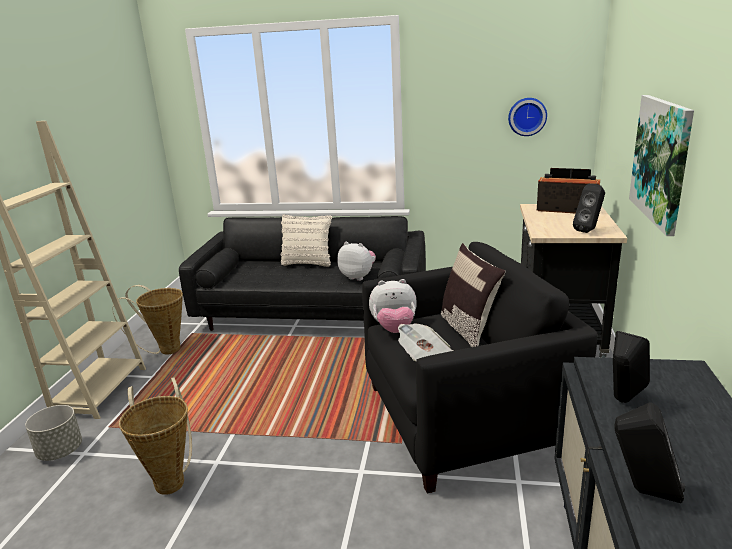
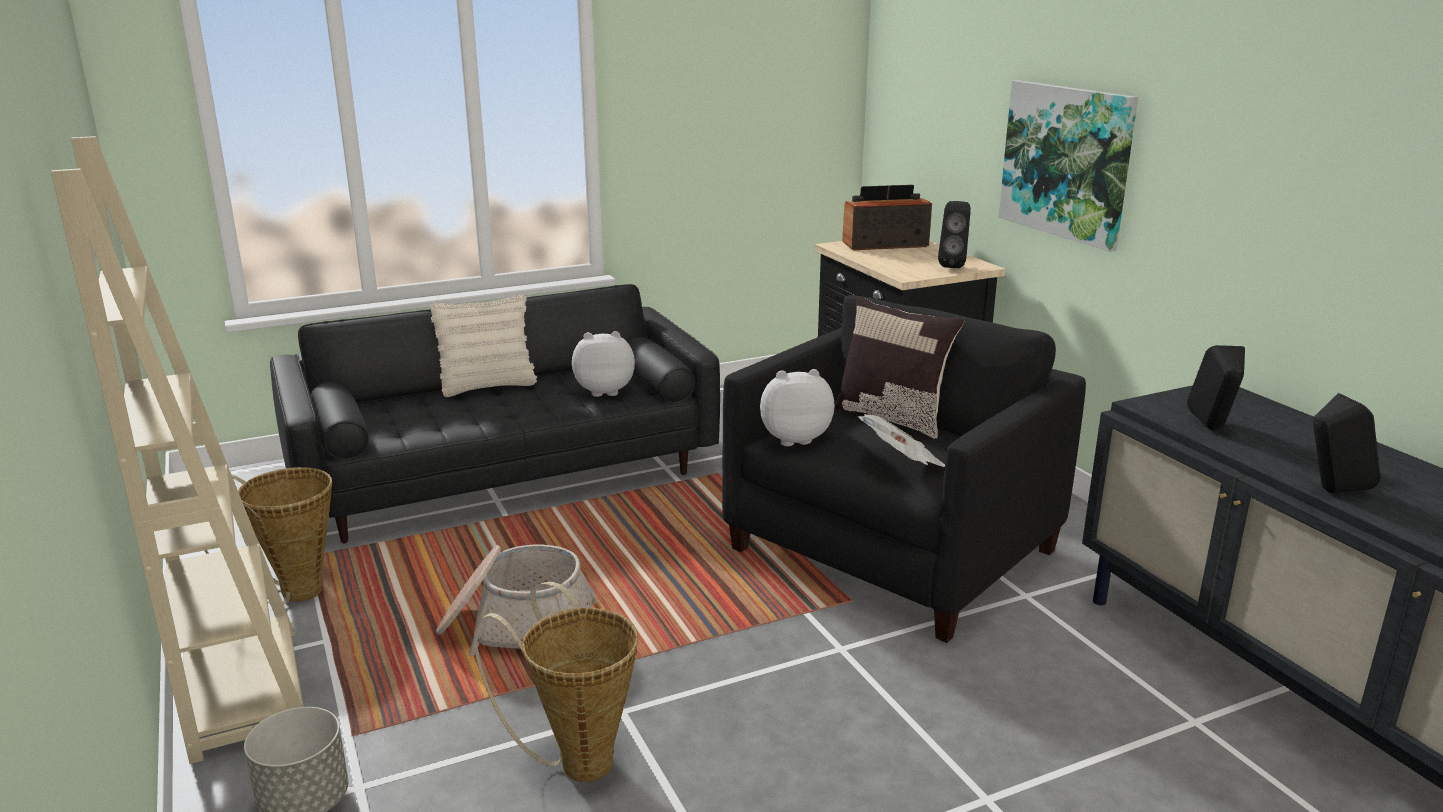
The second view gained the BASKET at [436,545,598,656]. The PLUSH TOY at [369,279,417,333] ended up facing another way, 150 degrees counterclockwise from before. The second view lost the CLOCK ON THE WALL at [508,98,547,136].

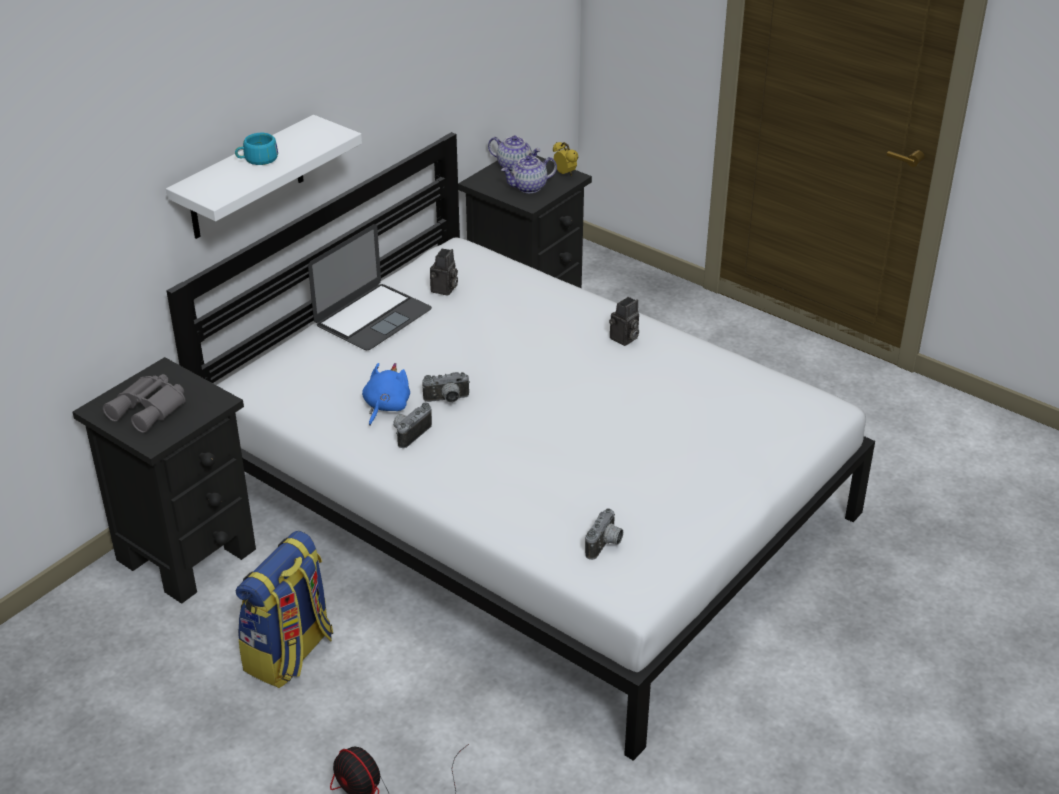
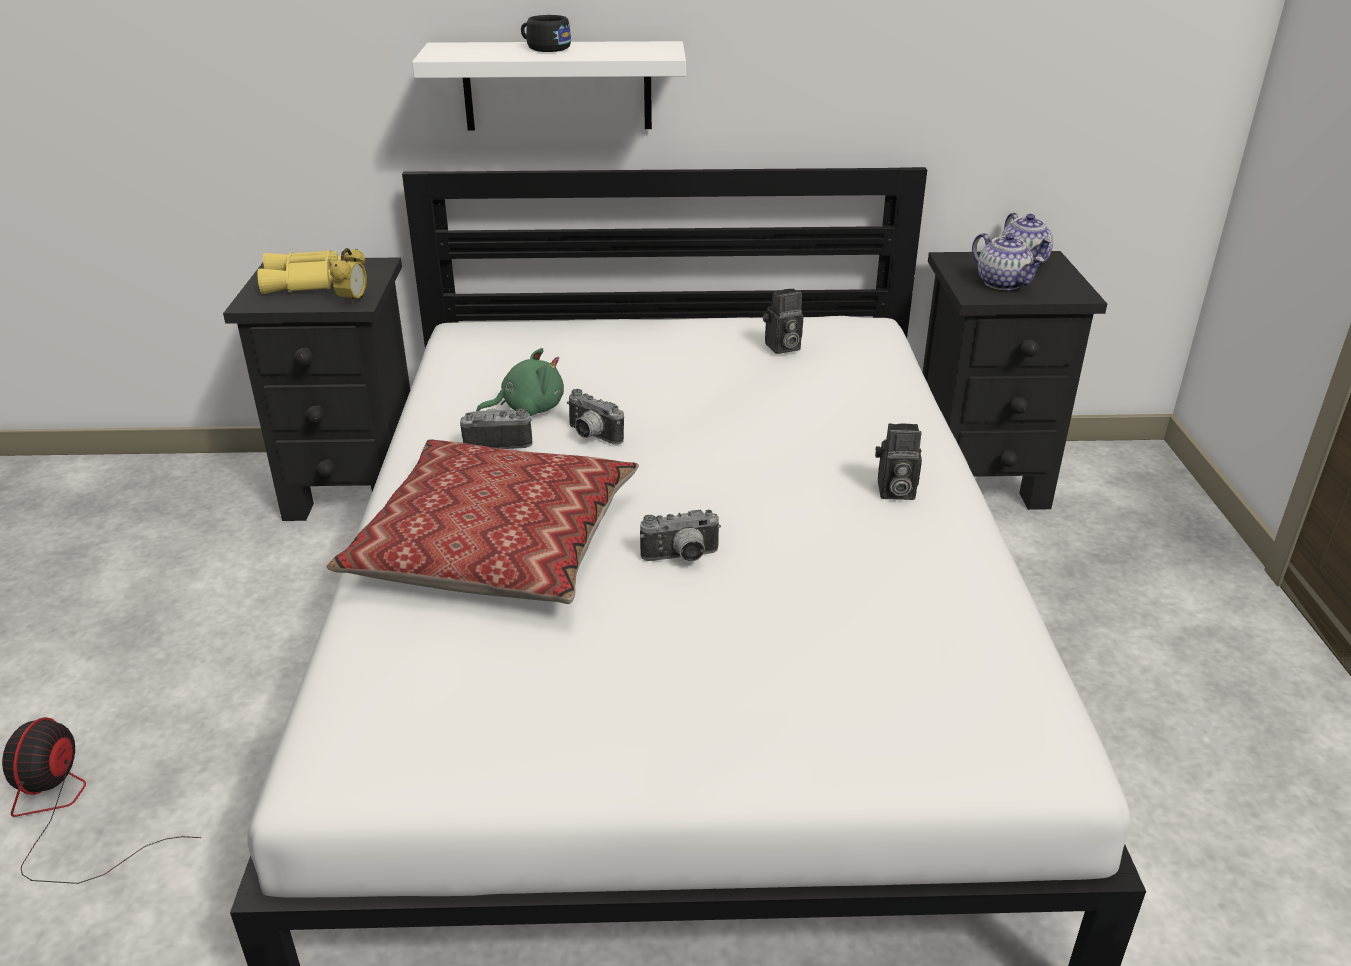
What was the GREYISH PAIR OF BINOCULARS at [103,374,185,433] turned into the YELLOWISH PAIR OF BINOCULARS at [257,250,341,294]. The second view gained the CUSHION at [326,439,639,604]. The TABLE CLOCK ended up elsewhere, having gone from [553,142,578,176] to [330,248,367,305]. What was the BLUE-COLOURED PLUSH TOY at [362,363,410,426] turned into the GREENISH PLUSH TOY at [476,348,564,416]. What was the BLUE-GREEN CUP at [235,133,278,165] turned into the BLACK CUP at [521,15,571,52]. The PHOTO CAMERA ended up elsewhere, having gone from [585,508,623,560] to [640,510,721,562]. The POT FOR TEA at [501,155,557,193] ended up facing another way, 150 degrees counterclockwise from before. The second view lost the KNAPSACK at [236,531,333,688]. The second view lost the NOTEBOOK COMPUTER at [308,224,432,350].

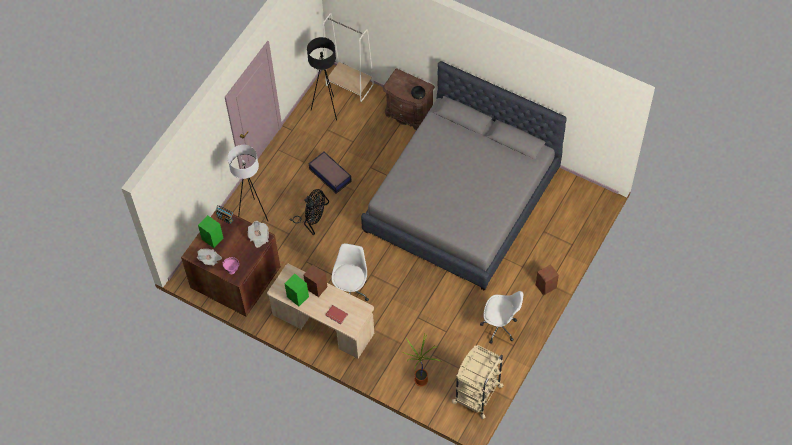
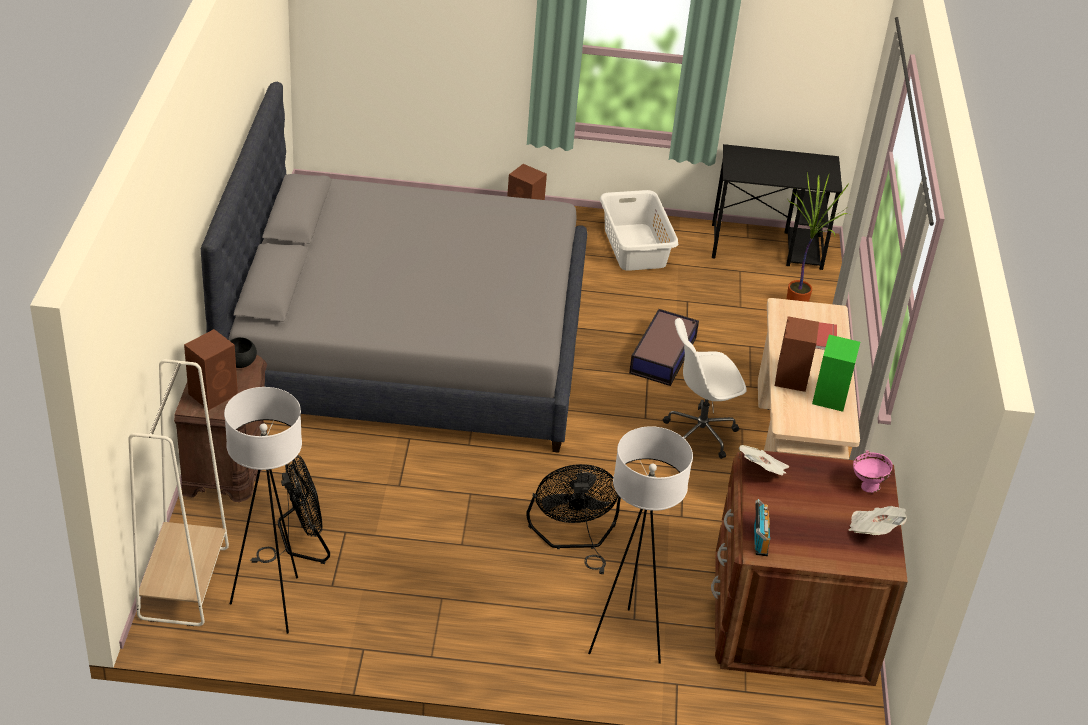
The second view gained the BROWNISH LOUDSPEAKER at [184,329,238,410]. What was the BLACK STANDING LAMP at [307,37,337,120] turned into the WHITE STANDING LAMP at [224,387,302,634]. The second view gained the BLACK FAN at [250,455,330,564]. Where the WHITE COMPUTER CHAIR stood at [480,291,523,344], the WHITE HAMPER came to stand at [600,190,678,271]. The STORAGE BOX ended up elsewhere, having gone from [309,152,352,194] to [629,309,699,386]. Where the BEIGE TROLLEY stood at [452,345,503,419], the BLACK DESK TABLE came to stand at [712,144,842,270]. The second view lost the GREENISH LOUDSPEAKER at [198,215,223,248].

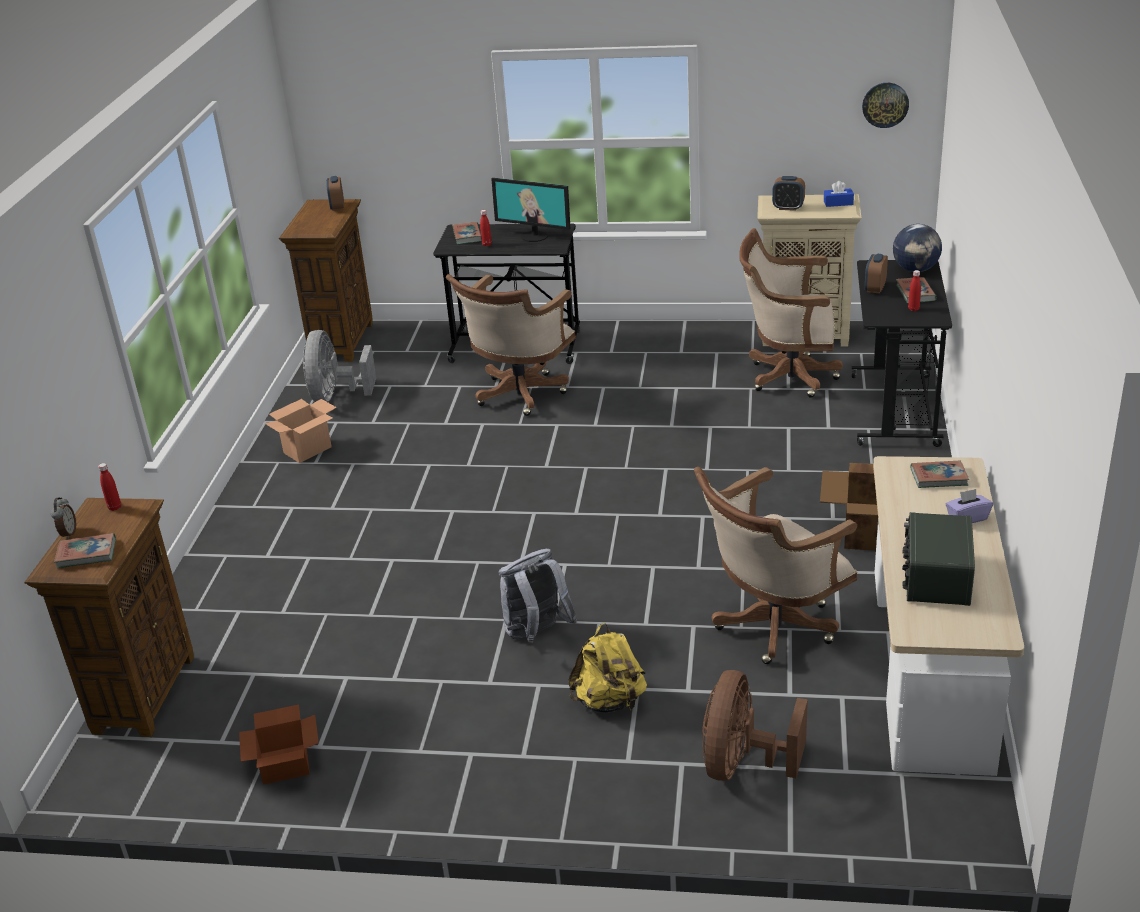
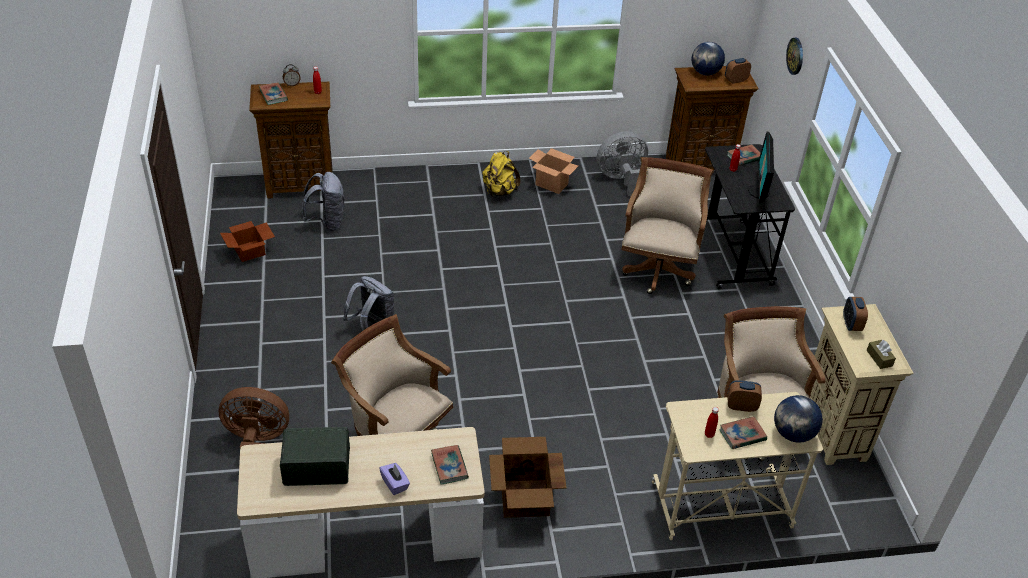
The second view gained the GREYISH KNAPSACK at [302,172,344,231]. The YELLOWISH KNAPSACK ended up elsewhere, having gone from [568,623,647,713] to [482,151,520,197]. The COMPUTER CHAIR at [446,274,576,416] ended up facing another way, 90 degrees clockwise from before. What was the BLACK DESK TABLE at [852,260,952,447] turned into the BEIGE DESK TABLE at [652,392,823,540]. The second view gained the GLOBE at [691,42,725,76]. The CLOCK ON THE WALL ended up elsewhere, having gone from [862,83,909,128] to [786,38,803,75]. What was the BLUE-COLOURED TISSUE BOX at [824,181,854,207] turned into the BROWNISH TISSUE BOX at [866,340,896,369].

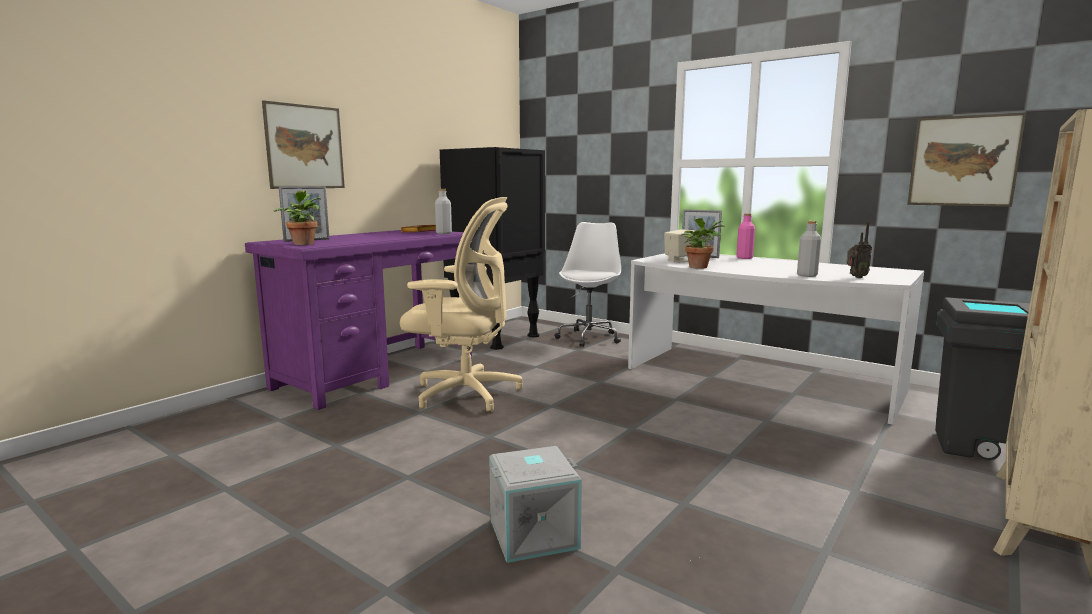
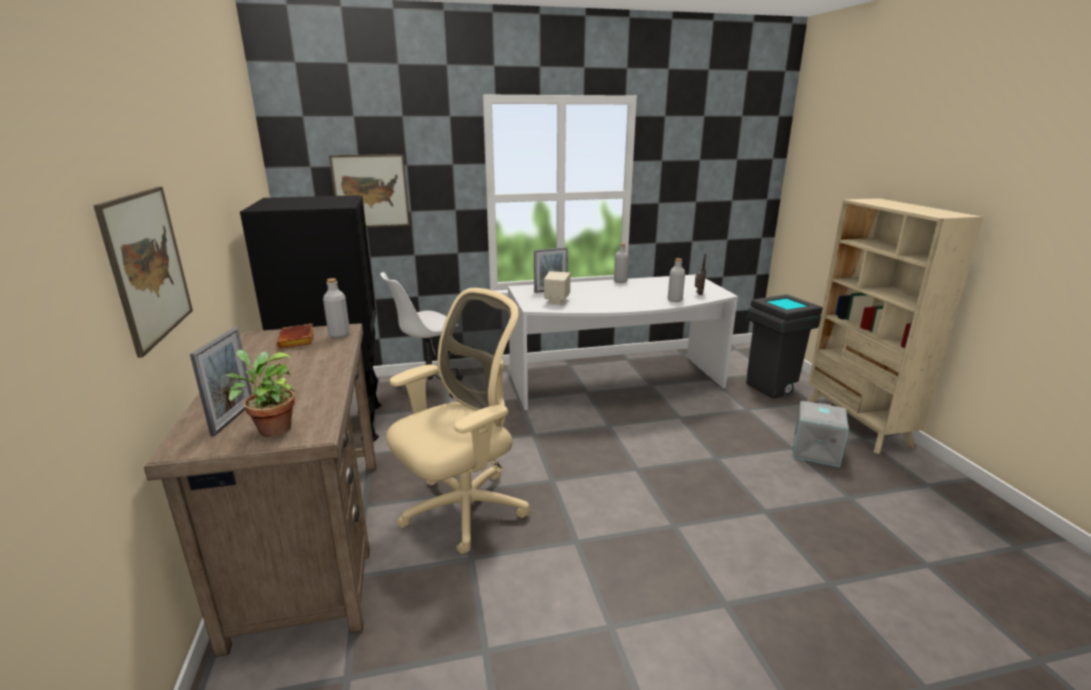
What was the PURPLISH DESK TABLE at [245,230,472,410] turned into the BROWNISH DESK TABLE at [144,323,376,657]. The PICTURE ended up elsewhere, having gone from [907,112,1026,207] to [329,154,410,228]. The WHITE COMPUTER CHAIR at [554,222,621,347] ended up facing another way, 90 degrees counterclockwise from before. The second view gained the GREYISH BEVERAGE BOTTLE at [614,243,629,283]. The GREYISH STORAGE BOX ended up elsewhere, having gone from [489,446,582,563] to [793,401,849,467]. The second view lost the PLANT IN A POT at [681,218,725,269]. The second view lost the PINKISH BEVERAGE BOTTLE at [736,213,755,259].

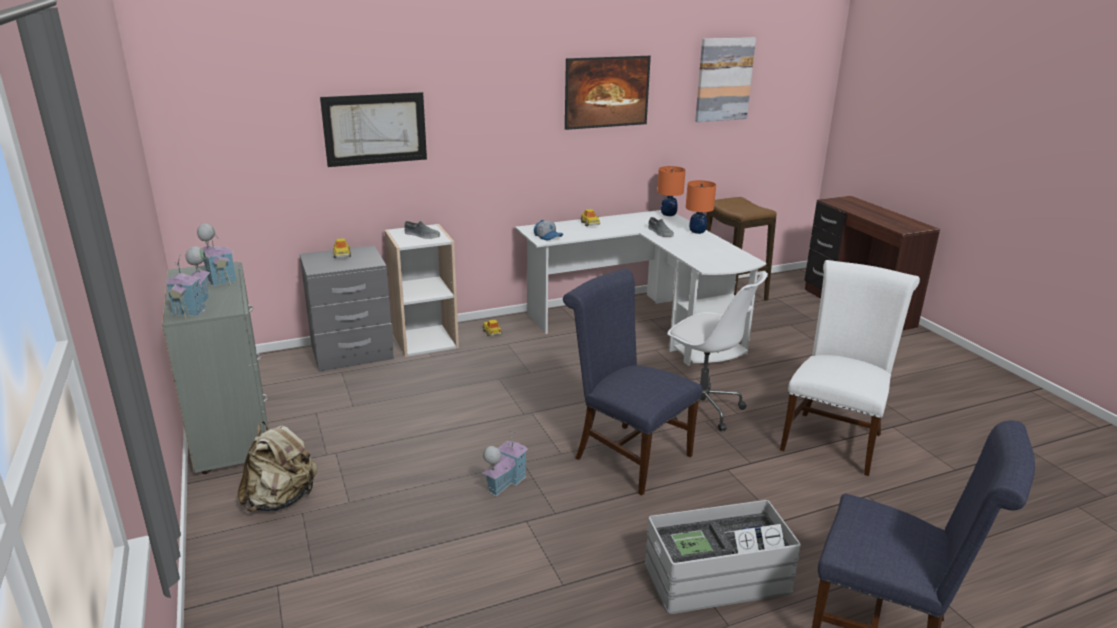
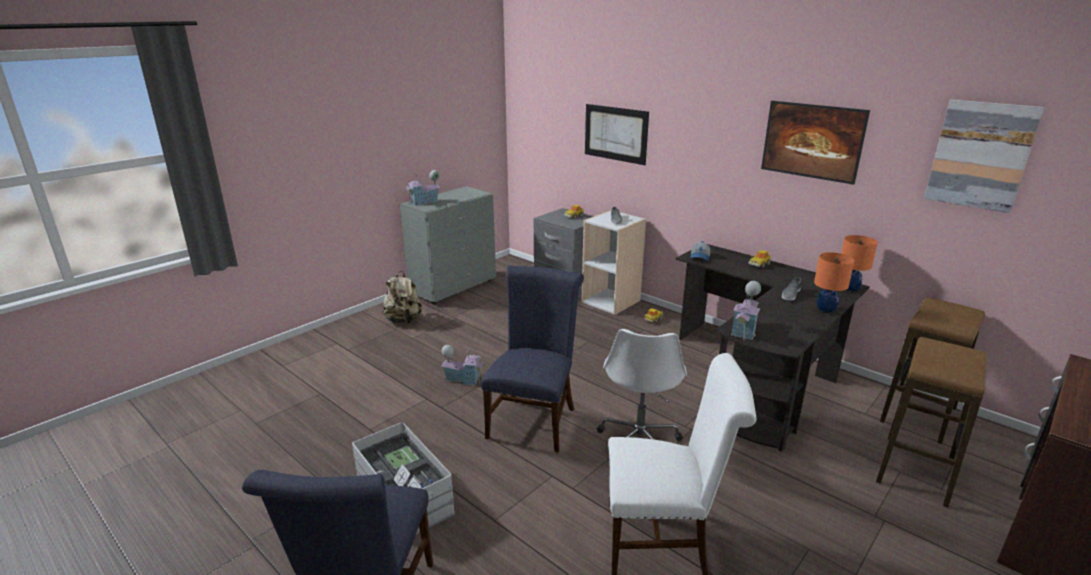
What was the WHITE DESK TABLE at [515,210,766,366] turned into the BLACK DESK TABLE at [675,244,870,452]. The MODEL HOUSE ended up elsewhere, having gone from [197,224,236,287] to [731,281,761,341]. The second view gained the STOOL at [876,337,987,508].

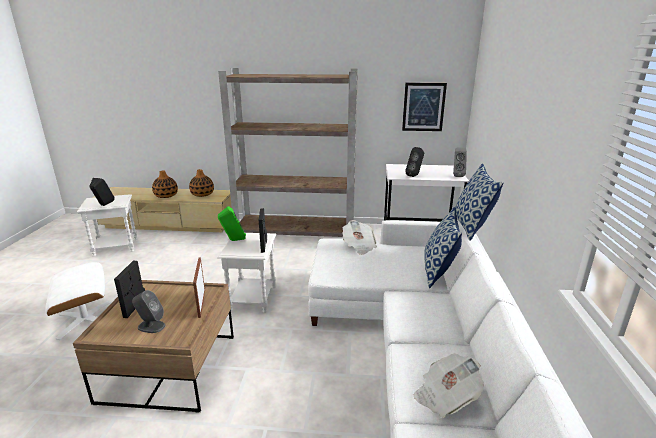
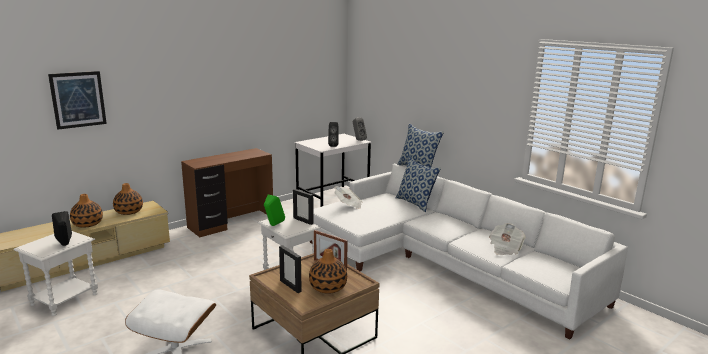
The PICTURE ended up elsewhere, having gone from [402,83,447,131] to [48,71,107,130]. Where the BROWNISH BOOKSHELF stood at [218,68,358,237], the BROWNISH DESK TABLE came to stand at [181,148,273,238]. Where the GREYISH LOUDSPEAKER stood at [132,290,166,333], the DECORATIVE VASE came to stand at [309,249,347,294].

